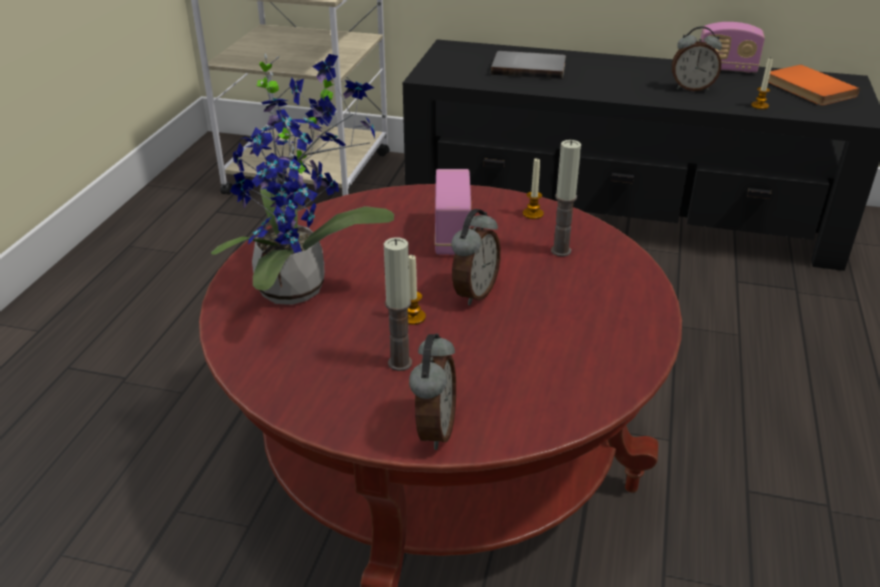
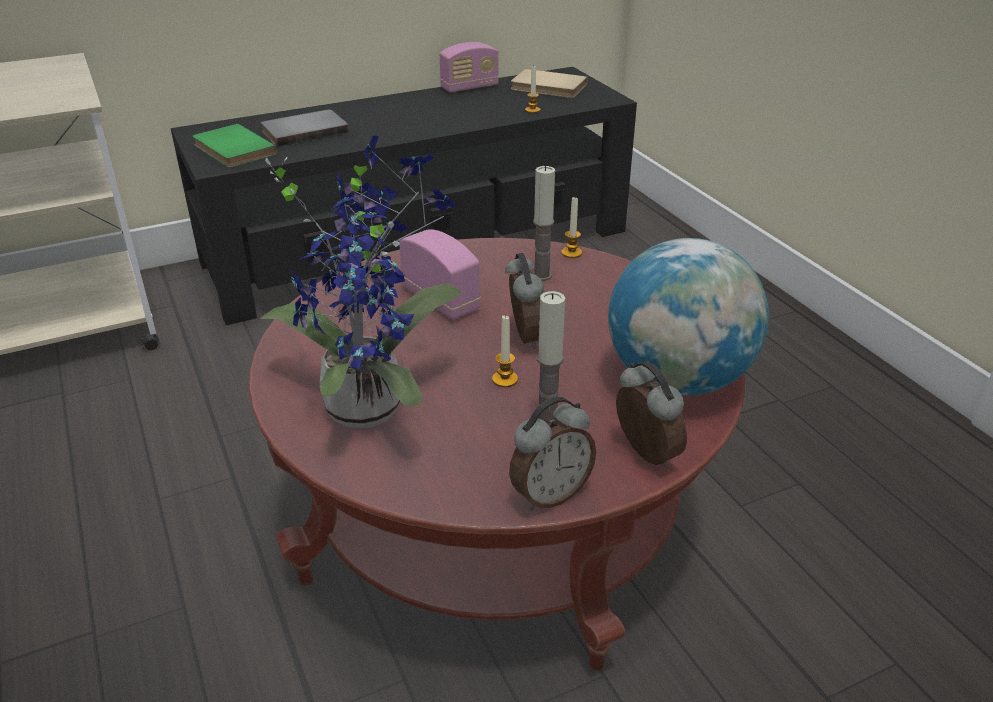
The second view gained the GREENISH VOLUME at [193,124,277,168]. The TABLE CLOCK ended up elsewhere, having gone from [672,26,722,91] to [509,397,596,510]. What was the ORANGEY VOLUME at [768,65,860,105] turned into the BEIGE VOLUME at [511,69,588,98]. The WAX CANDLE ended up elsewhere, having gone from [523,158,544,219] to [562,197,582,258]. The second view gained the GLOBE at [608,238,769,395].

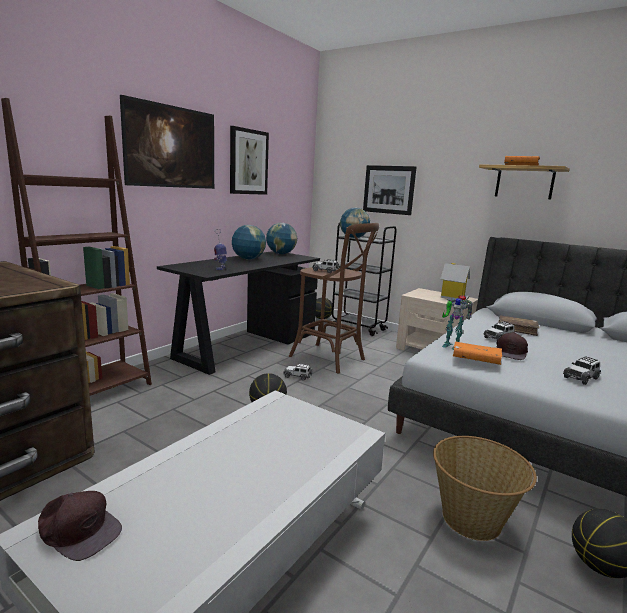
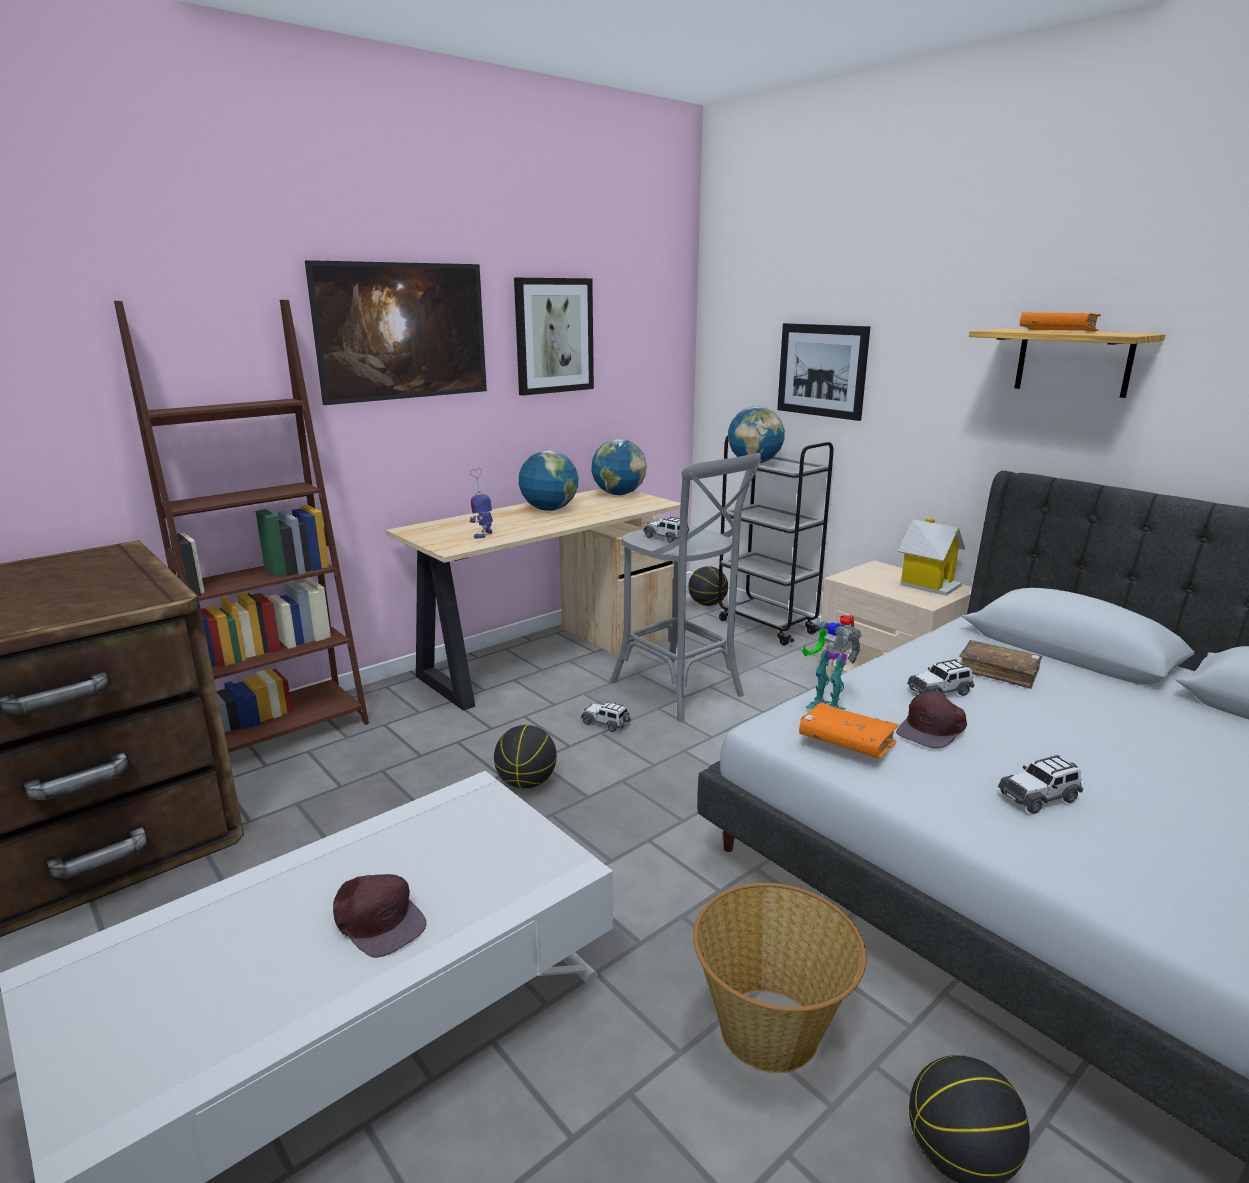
The BROWNISH BASEBALL CAP ended up elsewhere, having gone from [38,491,122,561] to [333,874,427,958]. What was the BLACK DESK TABLE at [157,251,320,375] turned into the BEIGE DESK TABLE at [385,489,681,711]. What was the BROWNISH STOOL at [289,223,379,373] turned into the GREYISH STOOL at [610,453,761,722].

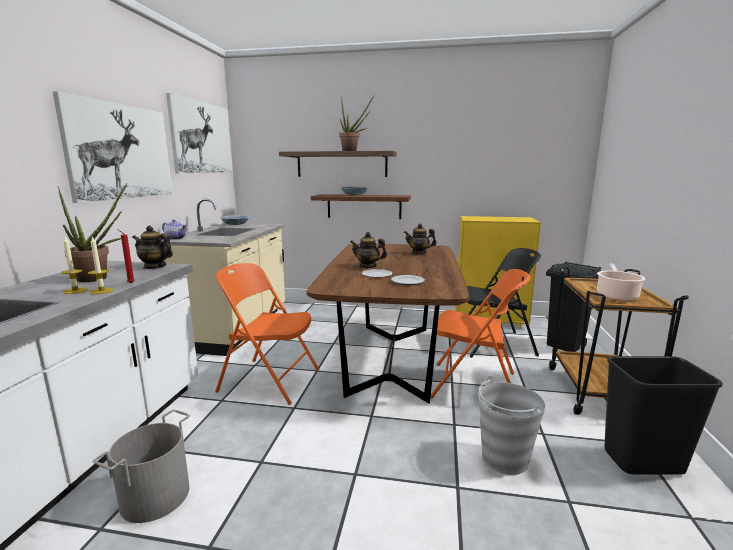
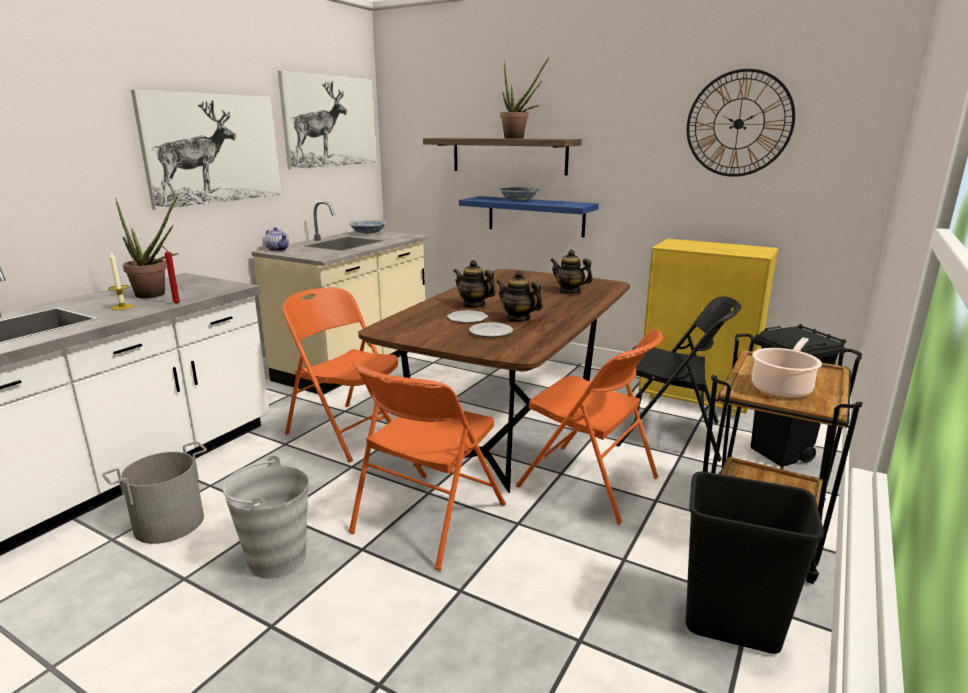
The GREYISH PAIL ended up elsewhere, having gone from [478,376,545,475] to [223,455,309,579]. The second view gained the ORANGEY UPRIGHT CHAIR at [349,362,506,571]. What was the BROWNISH WALL SHELF at [311,194,411,219] turned into the BLUE-COLOURED WALL SHELF at [459,196,599,237]. The POT FOR TEA ended up elsewhere, having gone from [132,226,173,269] to [496,271,543,323]. The second view gained the CLOCK ON THE WALL at [687,69,795,177]. The second view lost the WAX CANDLE at [88,236,114,294].

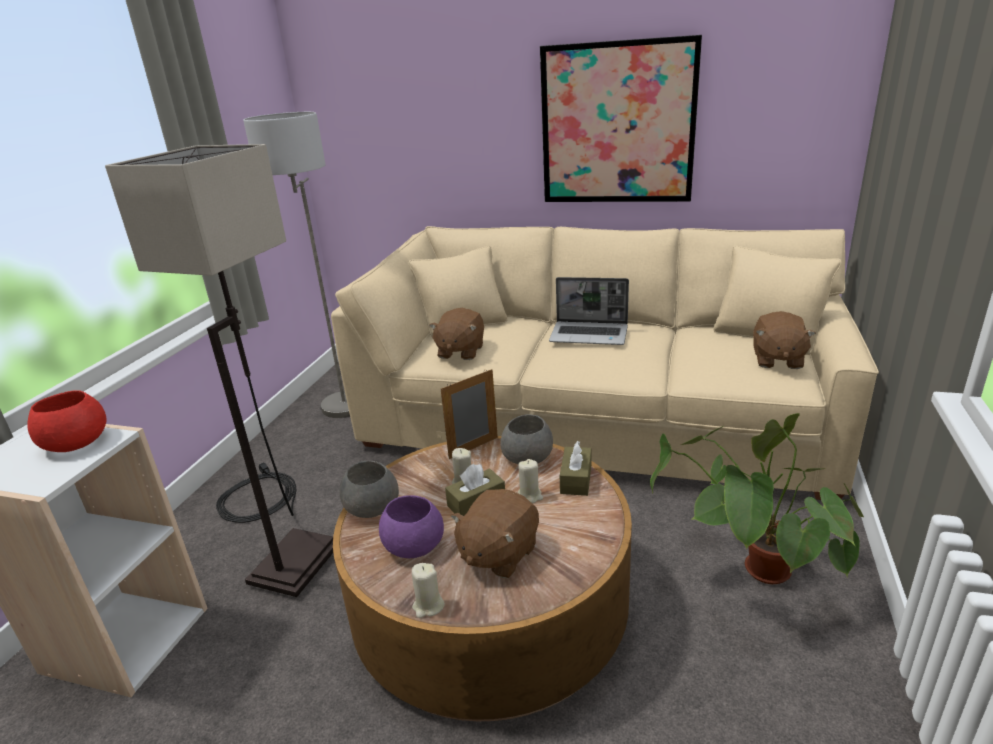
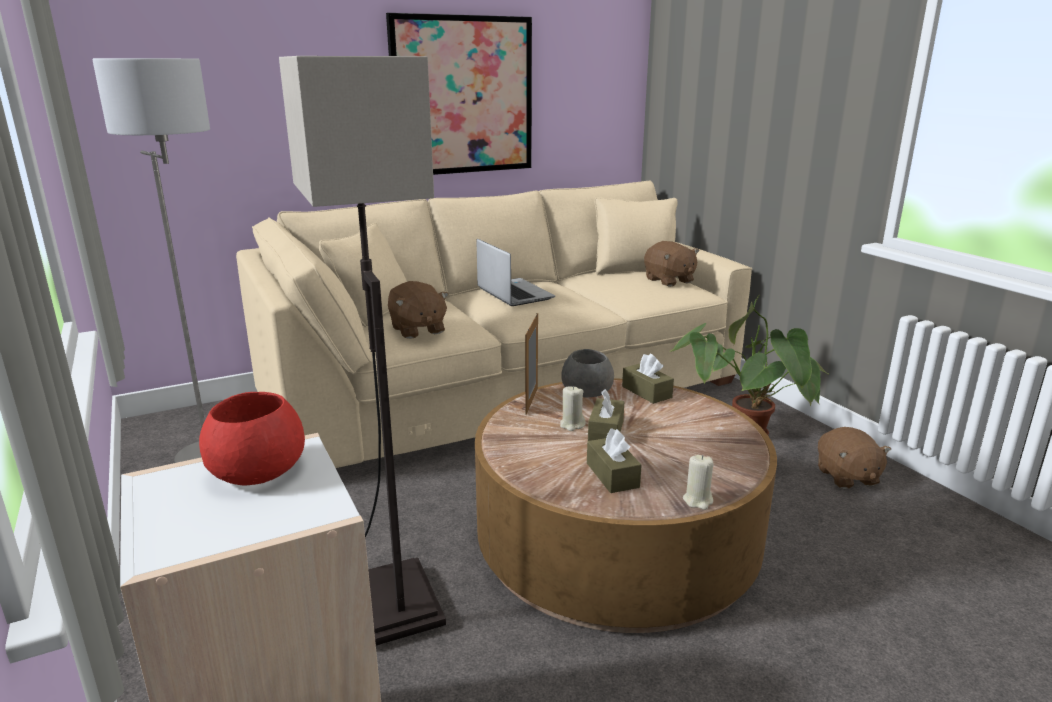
The NOTEBOOK COMPUTER at [549,277,629,345] ended up facing another way, 90 degrees counterclockwise from before. Where the PURPLISH DEEP DISH stood at [379,495,444,558], the BROWNISH TISSUE BOX came to stand at [587,428,642,493]. The BROWNISH PLUSH TOY ended up elsewhere, having gone from [451,489,539,578] to [818,427,891,489]. The second view lost the GREYISH DEEP DISH at [340,461,399,518]. The second view lost the BEIGE WAX CANDLE at [518,459,543,504].

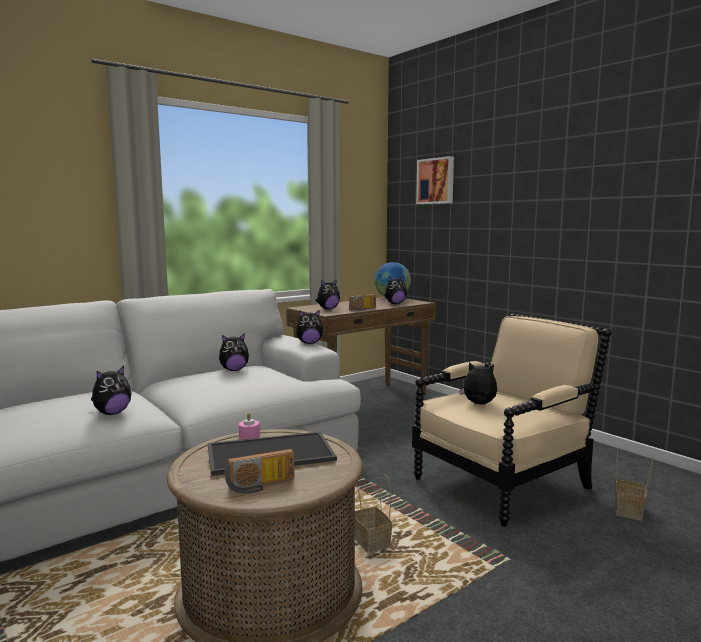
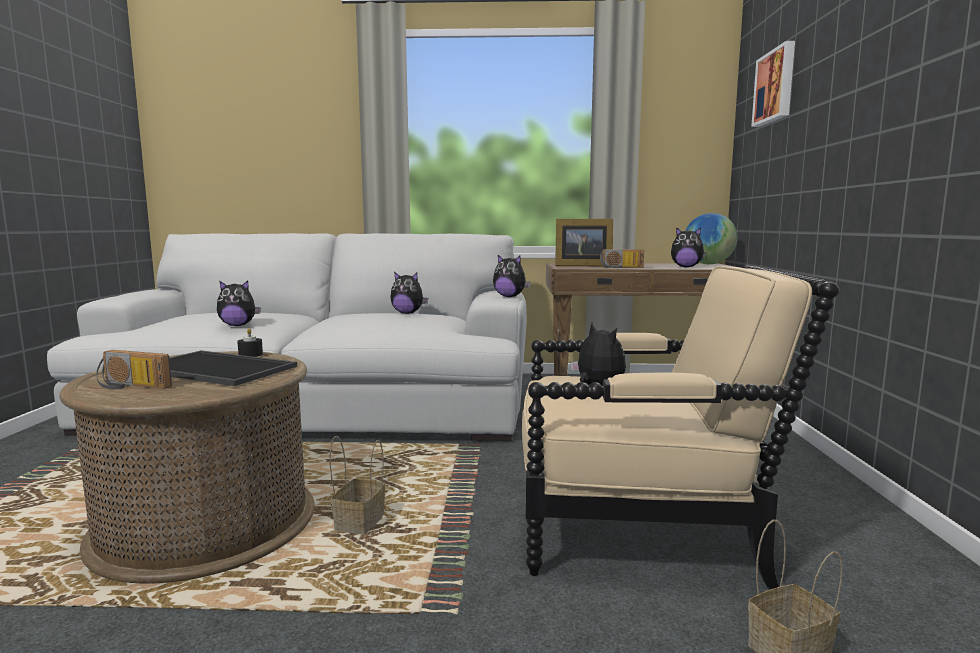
What was the PINKISH WAX CANDLE at [239,413,260,439] turned into the BLACK WAX CANDLE at [237,328,263,357]. Where the PLUSH TOY stood at [315,279,340,310], the PICTURE FRAME came to stand at [555,219,613,266].

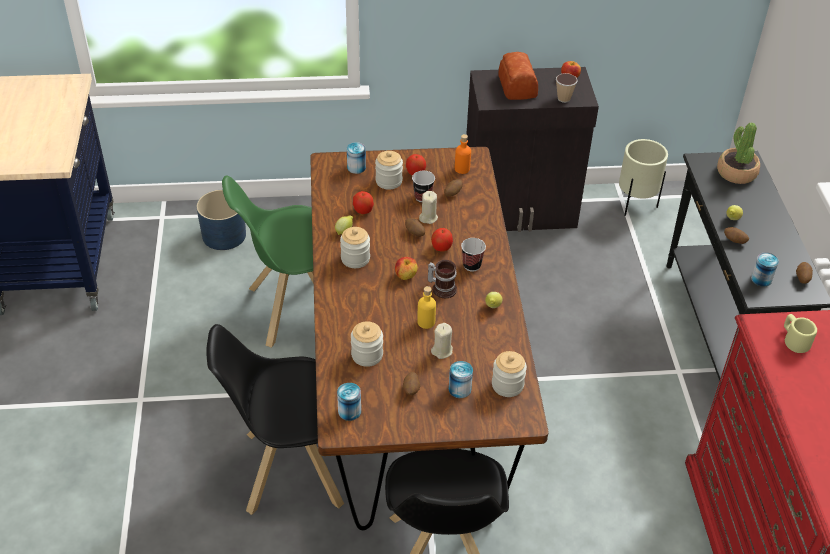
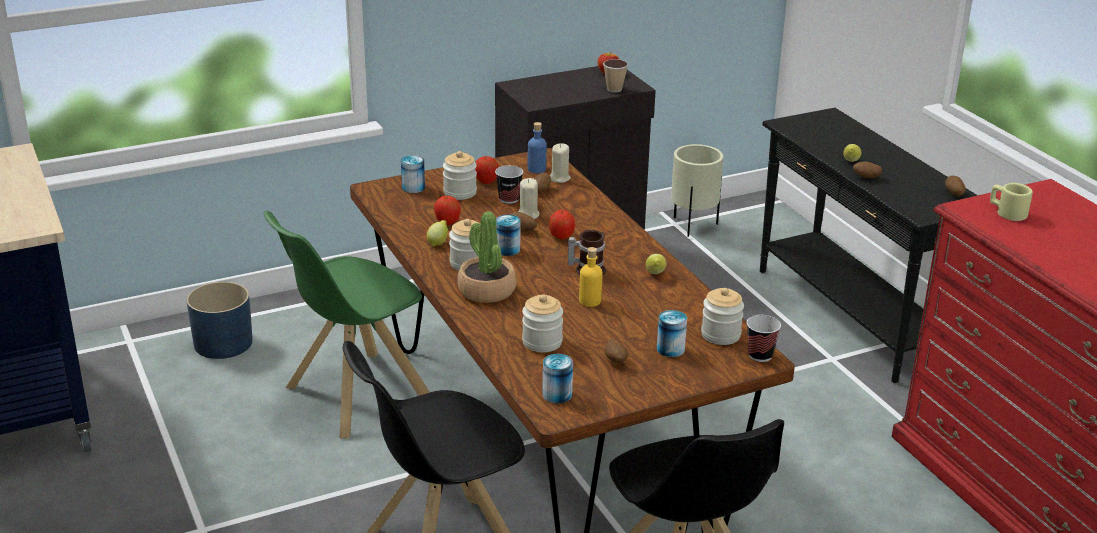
The PLANT IN A POT ended up elsewhere, having gone from [717,123,760,184] to [457,211,516,303]. The METAL CAN ended up elsewhere, having gone from [751,253,779,287] to [496,214,521,256]. What was the ORANGEY BEVERAGE BOTTLE at [455,134,471,174] turned into the BLUE-COLOURED BEVERAGE BOTTLE at [527,122,547,173]. The BEIGE WAX CANDLE ended up elsewhere, having gone from [431,323,453,359] to [550,143,571,183]. The CUP ended up elsewhere, having gone from [461,238,486,272] to [747,315,781,362]. The second view lost the APPLE FRUIT at [395,257,418,280]. The second view lost the BAKERY BREAD at [498,52,538,100].

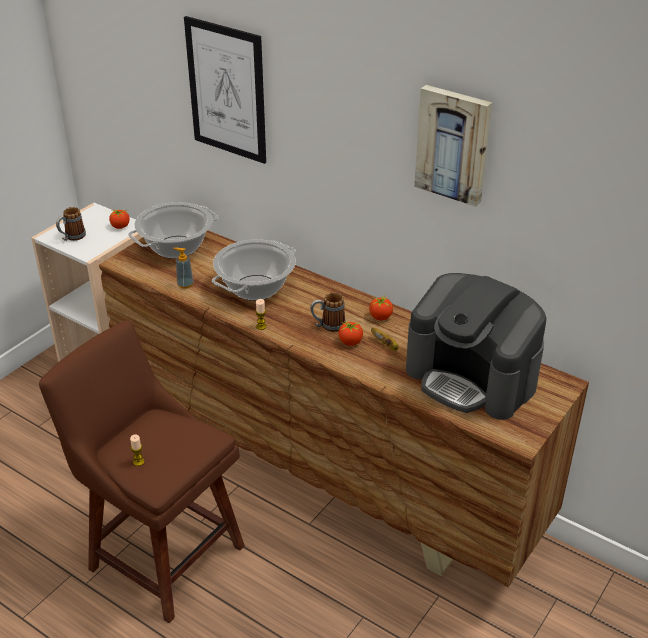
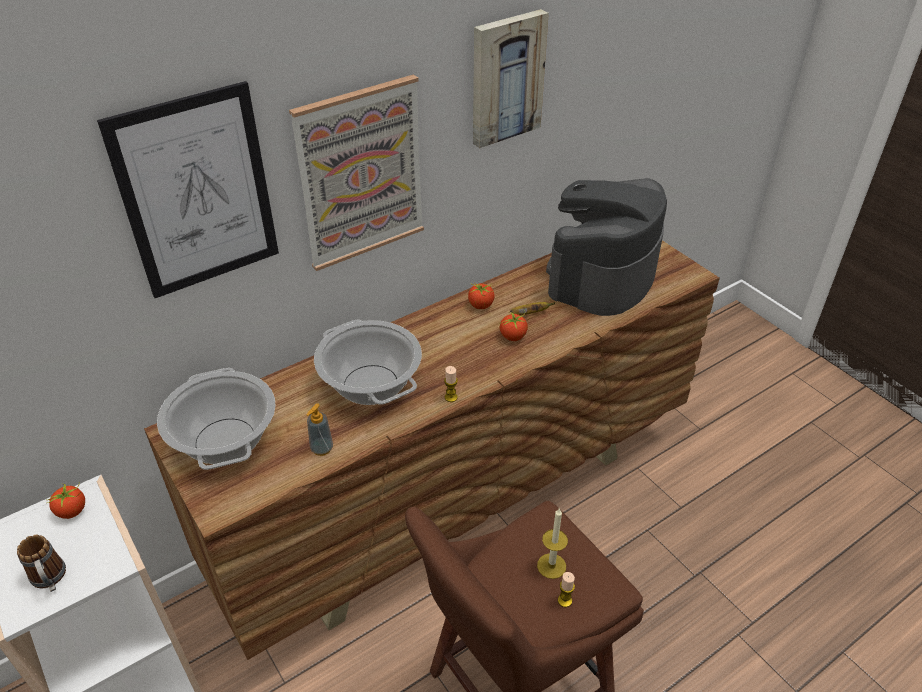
The second view gained the PICTURE at [289,75,424,271]. The second view gained the WAX CANDLE at [537,509,568,579]. The COFFEE MACHINE at [406,273,546,420] ended up facing another way, 150 degrees clockwise from before. The second view lost the MUG at [310,292,346,332].

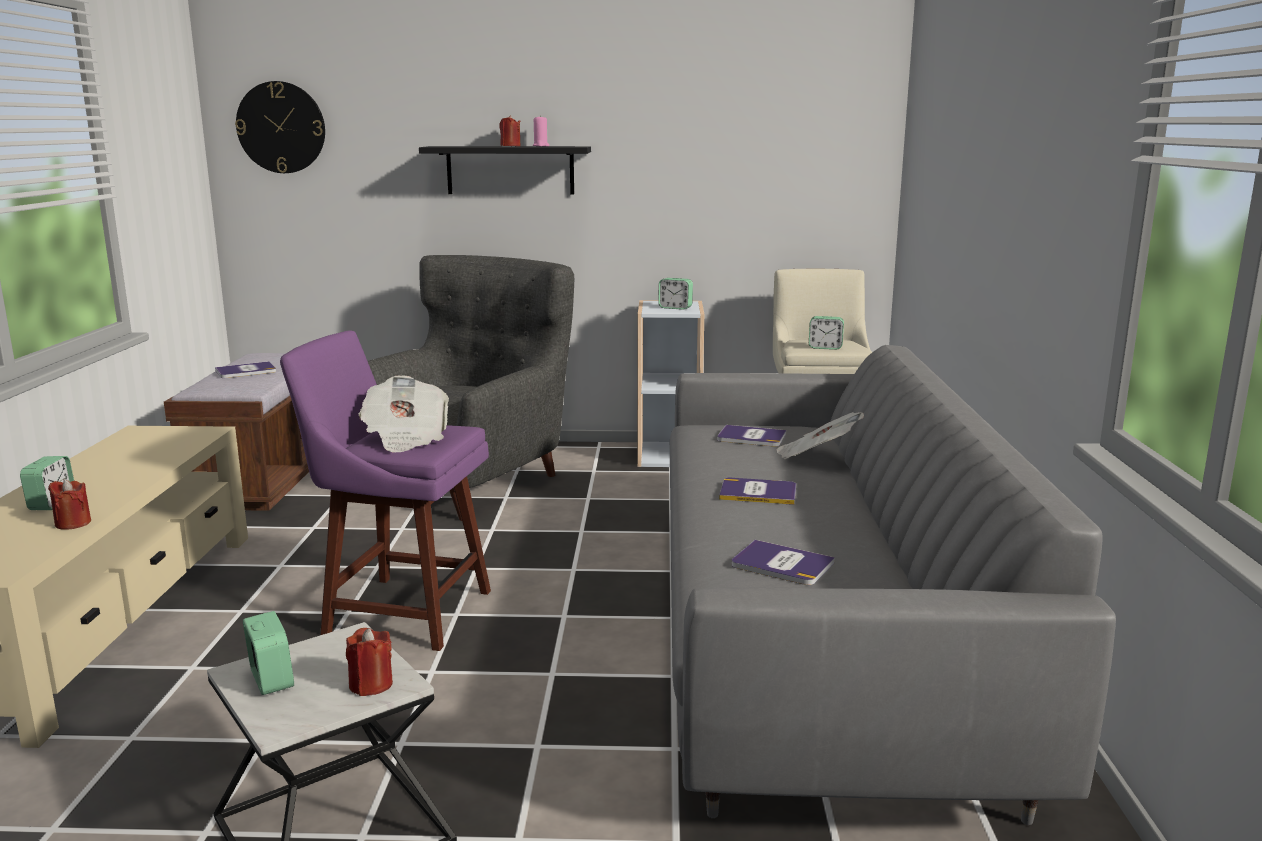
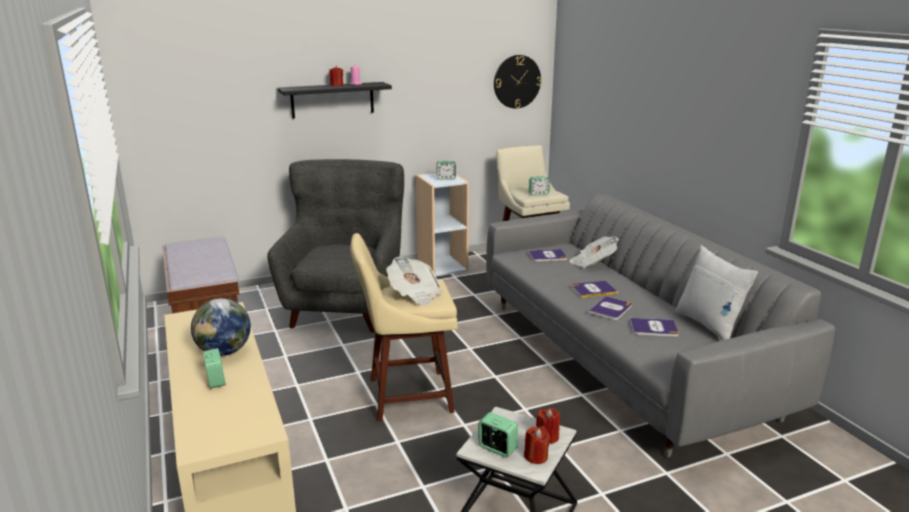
The second view gained the GLOBE at [191,298,251,356]. What was the PURPLISH STOOL at [280,330,491,651] turned into the BEIGE STOOL at [350,233,458,421]. The CLOCK ON THE WALL ended up elsewhere, having gone from [235,81,325,173] to [494,55,541,109]. The RED WAX CANDLE ended up elsewhere, having gone from [48,479,91,530] to [524,426,551,464]. The VOLUME ended up elsewhere, having gone from [215,361,276,378] to [589,296,632,320]. The second view gained the GREYISH CUSHION at [675,245,758,340].

